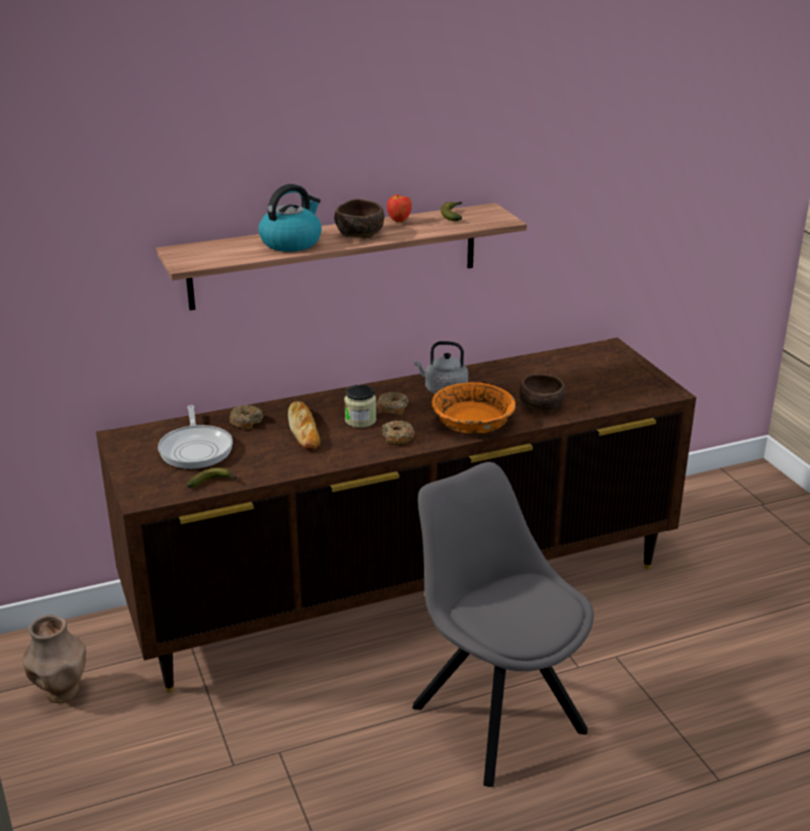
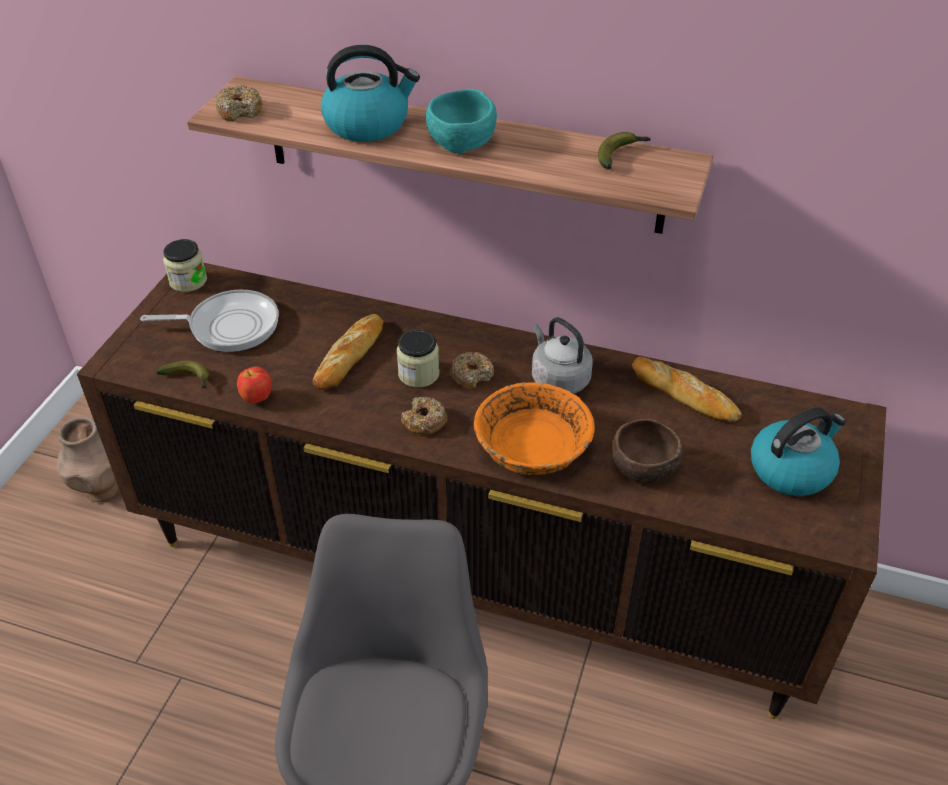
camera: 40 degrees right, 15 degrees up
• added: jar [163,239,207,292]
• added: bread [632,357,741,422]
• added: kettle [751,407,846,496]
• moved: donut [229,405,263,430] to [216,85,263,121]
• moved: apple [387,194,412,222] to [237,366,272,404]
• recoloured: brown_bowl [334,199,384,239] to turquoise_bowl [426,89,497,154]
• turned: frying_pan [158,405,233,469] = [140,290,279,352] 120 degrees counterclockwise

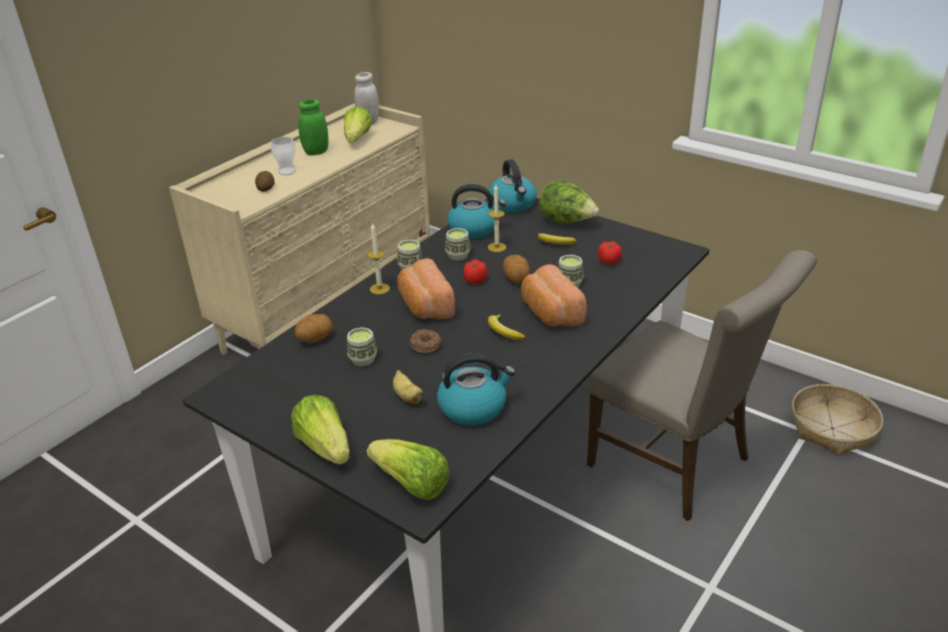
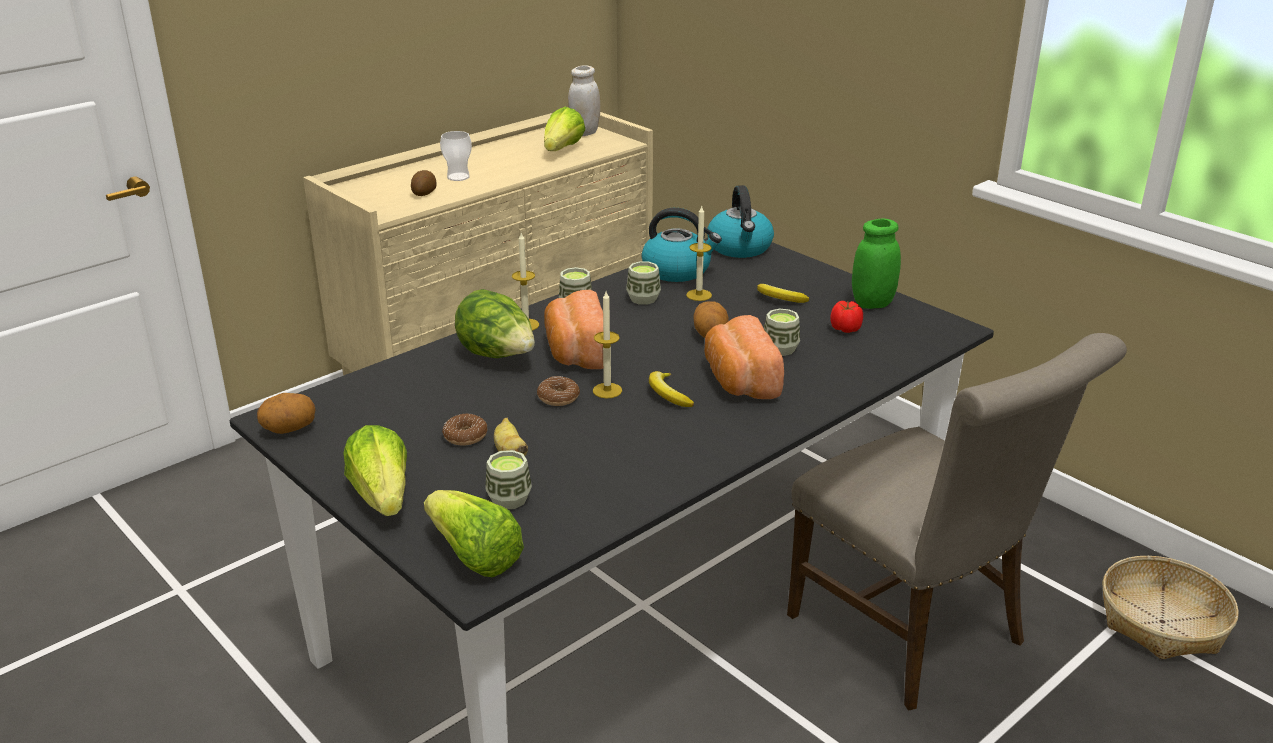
camera: 10 degrees right, 5 degrees down
• removed: kettle [437,353,515,426]
• removed: tomato [463,260,488,284]
• added: donut [442,413,487,445]
• added: candle [593,292,622,398]
• moved: potato [295,314,332,343] to [257,393,315,434]
• moved: green_jar [298,99,329,156] to [852,218,901,309]
• moved: cup [347,327,377,366] to [485,450,532,509]
• moved: lettuce [539,180,599,223] to [455,289,535,358]

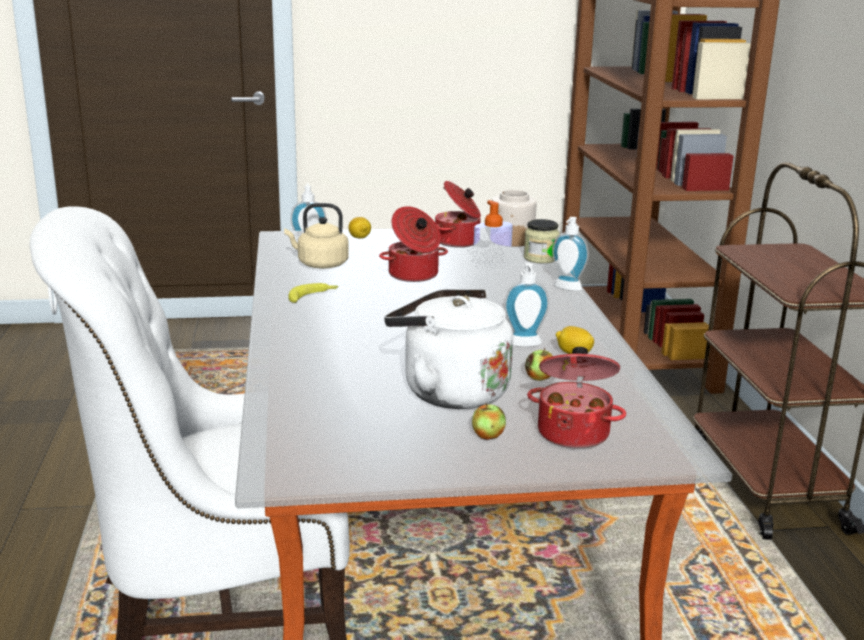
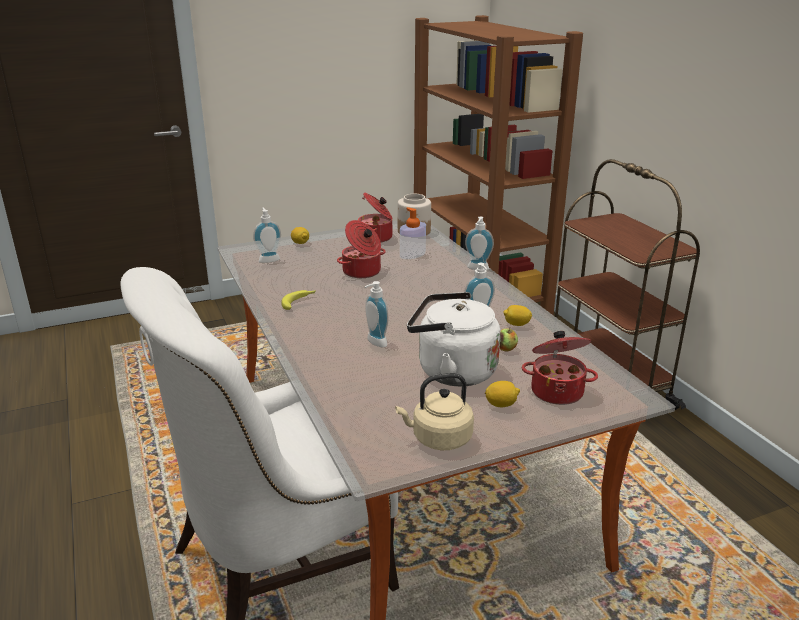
camera: 15 degrees left, 5 degrees up
• removed: jar [524,219,560,263]
• added: soap_dispenser [365,281,389,347]
• moved: beige_kettle [284,203,349,269] to [395,373,474,450]
• replaced: apple [472,403,506,440] to lemon [485,381,520,408]

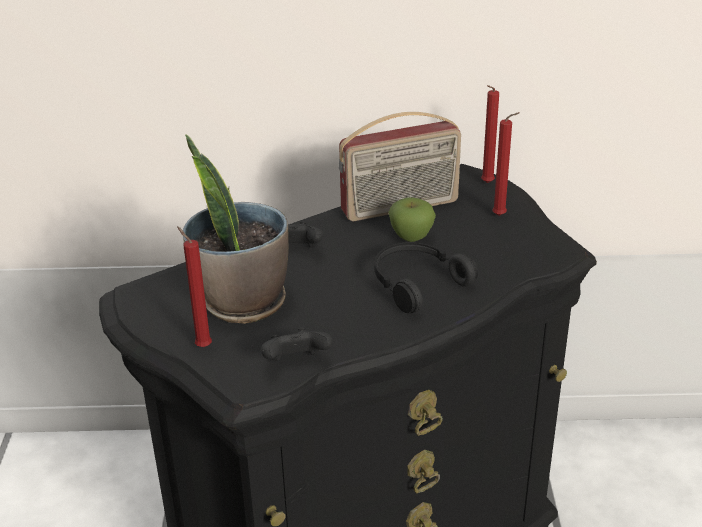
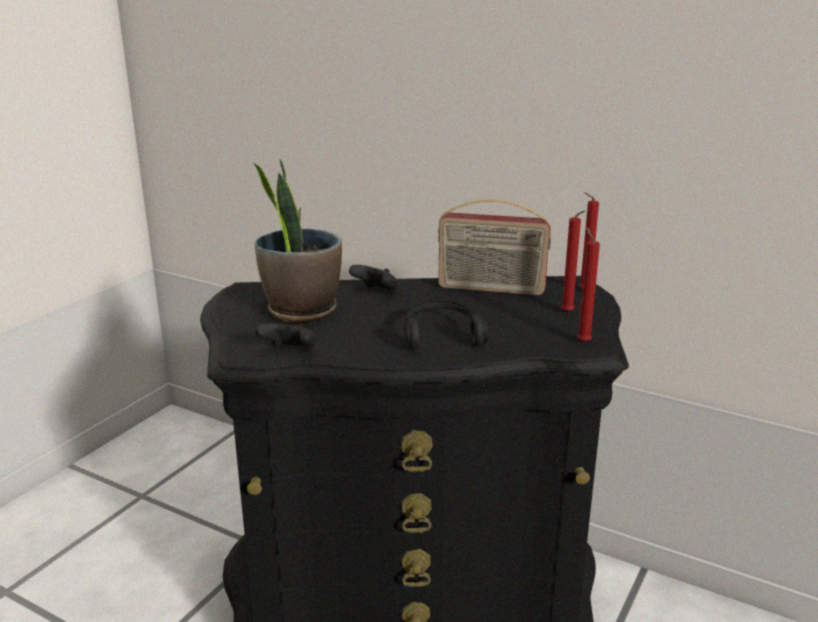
camera: 30 degrees right, 10 degrees down
• removed: apple [388,197,436,242]
• moved: red_candle [177,226,212,347] to [577,227,600,343]

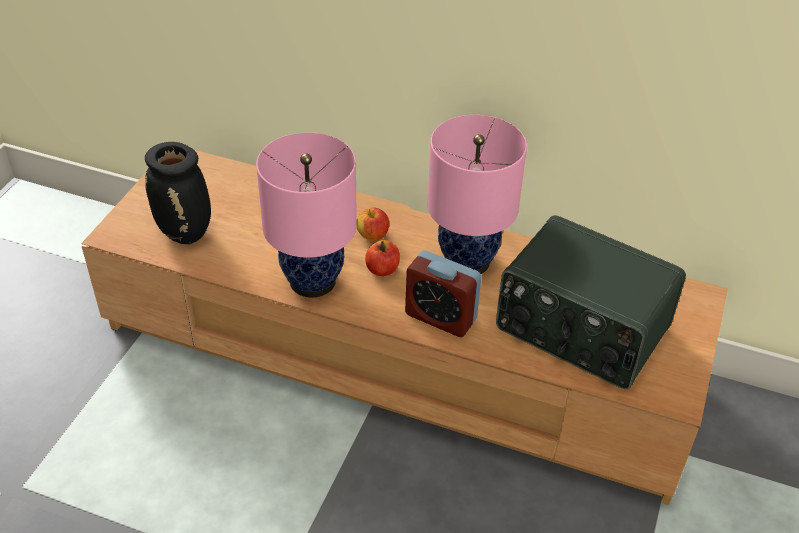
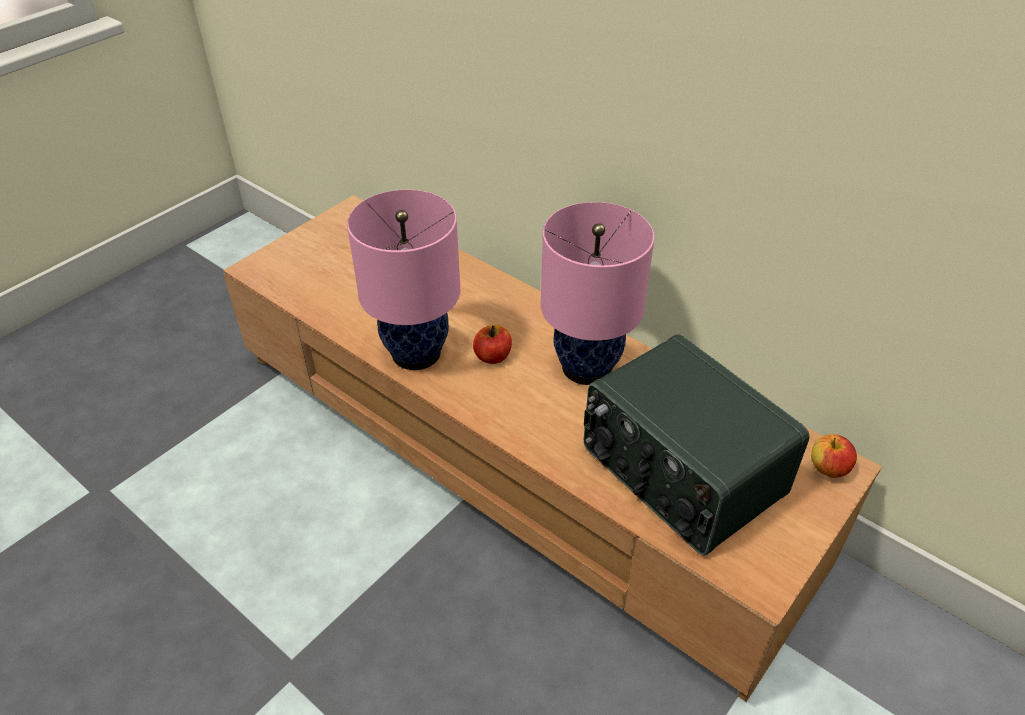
camera: 20 degrees right, 0 degrees up
• removed: black_vase [145,142,211,244]
• removed: alarm_clock [405,250,481,337]
• moved: apple [357,207,389,241] to [811,434,857,478]

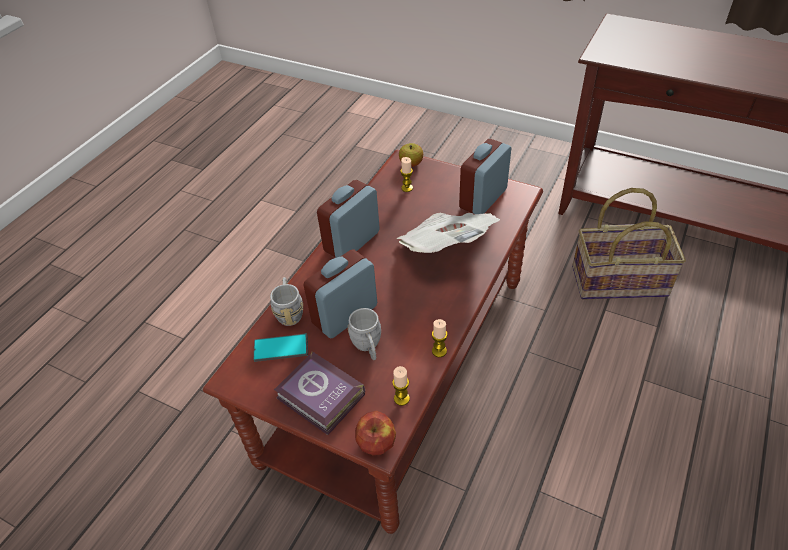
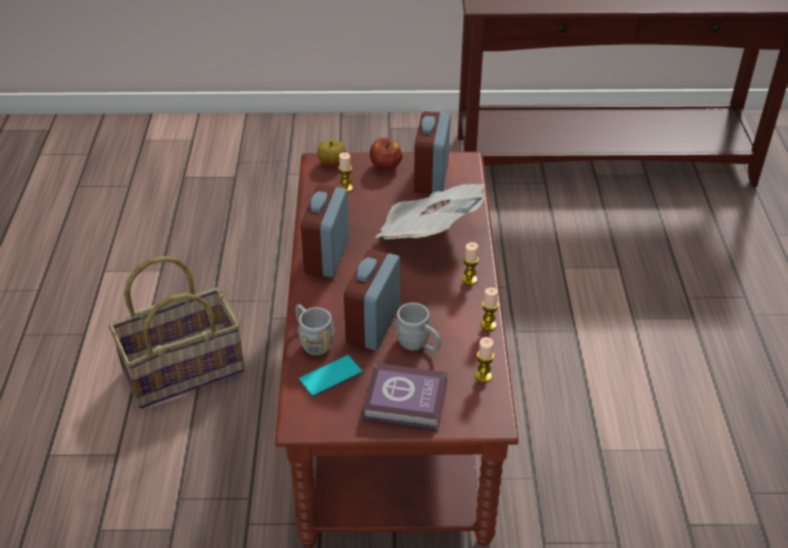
camera: 30 degrees left, 5 degrees down
• added: candle [462,242,479,285]
• moved: apple [355,411,396,456] to [370,138,402,171]
• moved: basket [572,188,686,300] to [109,256,245,409]

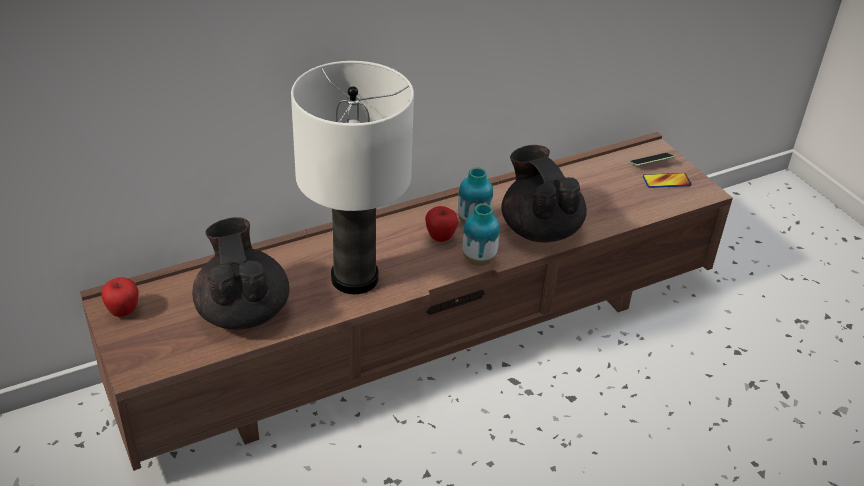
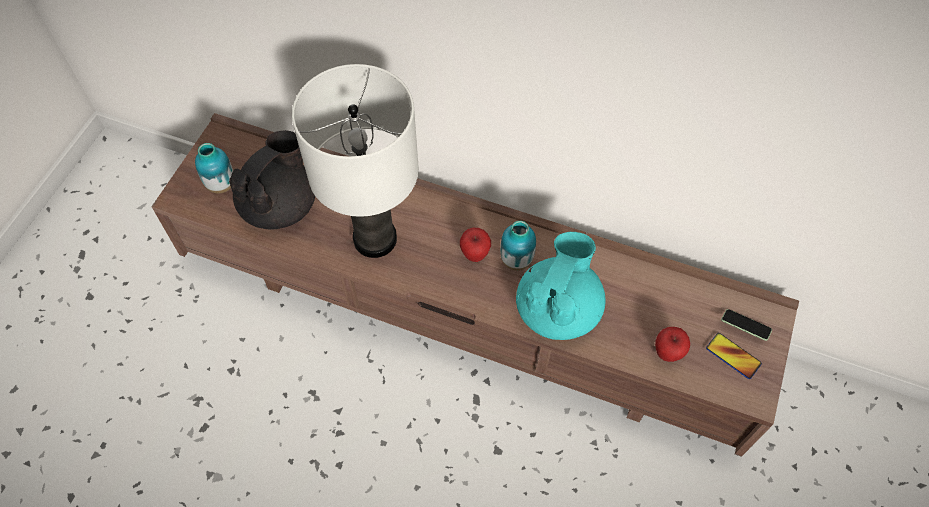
camera: 50 degrees right, 20 degrees up
• moved: apple [101,277,138,317] to [655,327,690,362]
• moved: vase [462,204,500,266] to [195,143,233,194]
• recoloured: black_teapot [501,145,587,243] to turquoise_teapot [516,232,605,340]

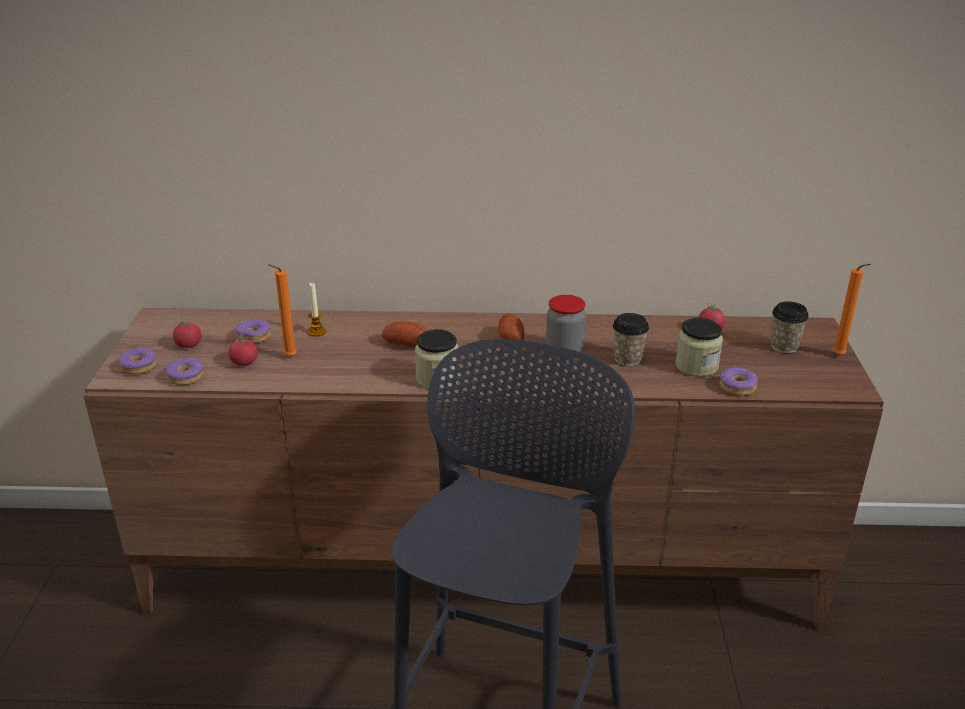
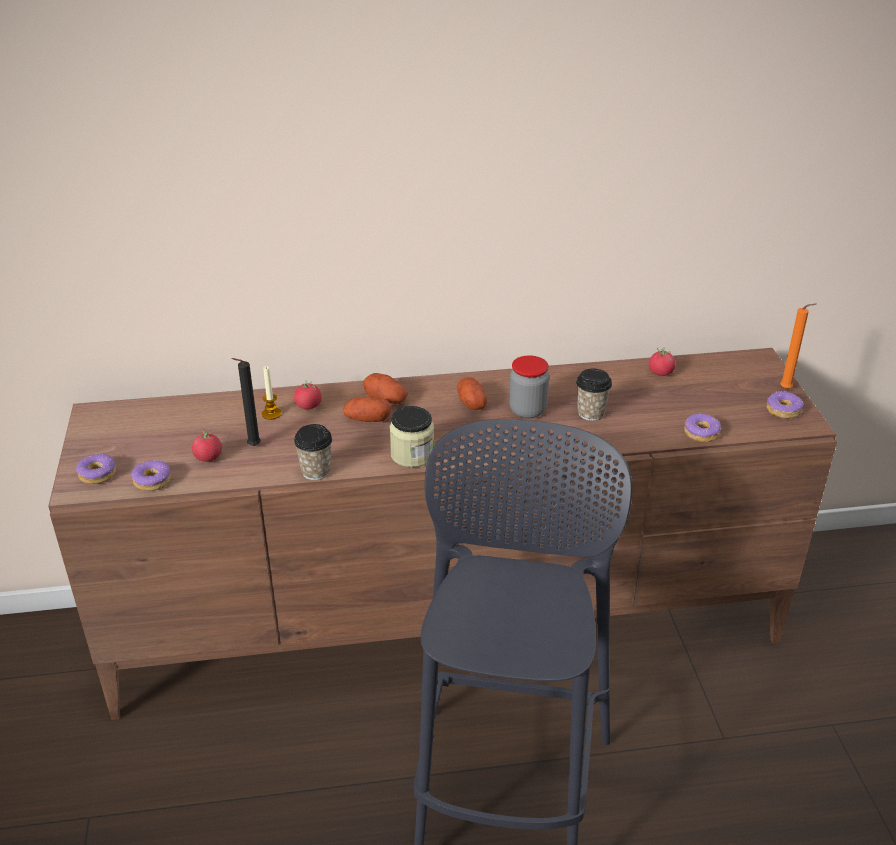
camera: 10 degrees left, 5 degrees up
• removed: jar [675,318,723,377]
• added: potato [364,373,408,404]
• moved: tomato [173,318,202,348] to [294,380,322,409]
• moved: donut [235,318,271,344] to [767,391,803,419]
• moved: cup [771,301,809,353] to [294,424,332,480]
• recoloured: orange_candle [268,264,297,357] to black_candle [232,358,261,446]

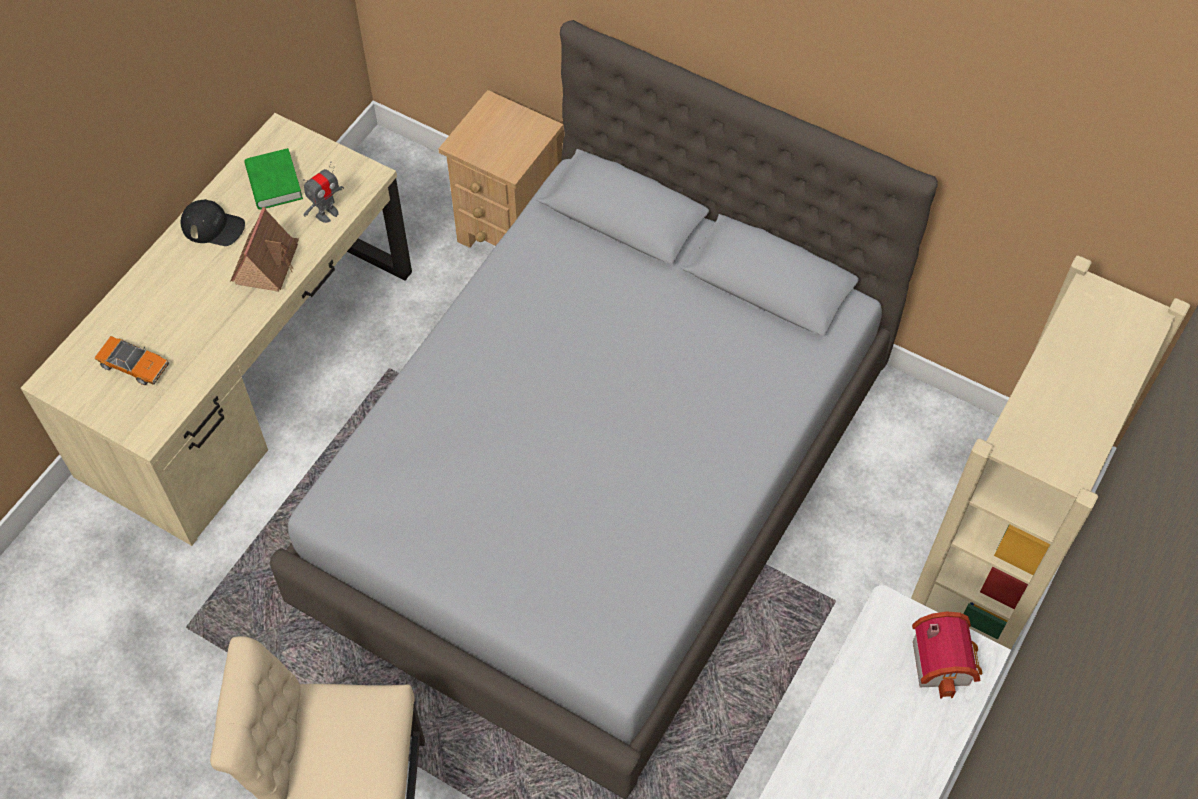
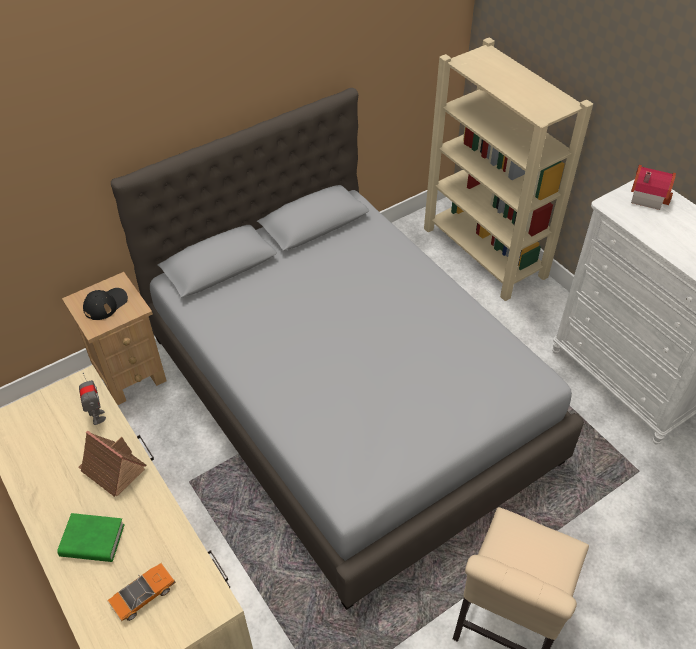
camera: 65 degrees left, 10 degrees down
• moved: black_cap [180,199,245,246] to [83,288,128,320]
• moved: green_book [244,148,303,210] to [57,513,125,562]

